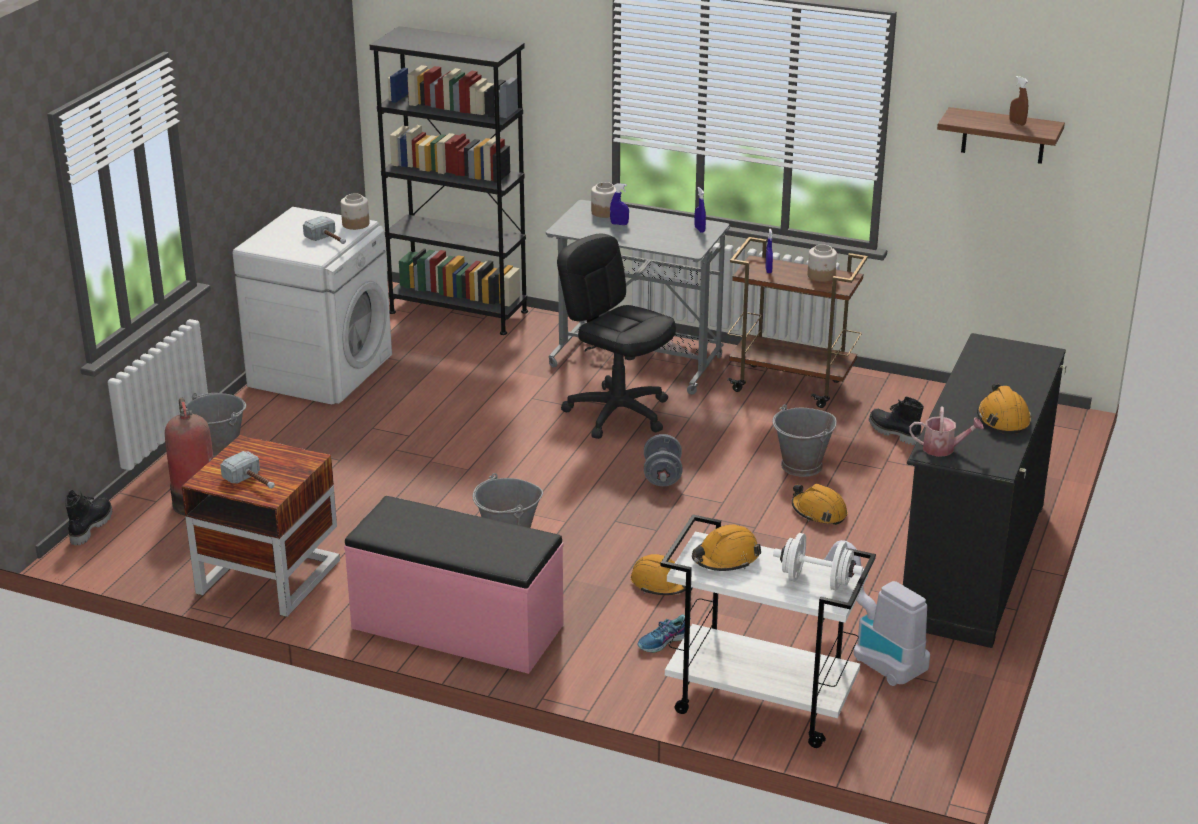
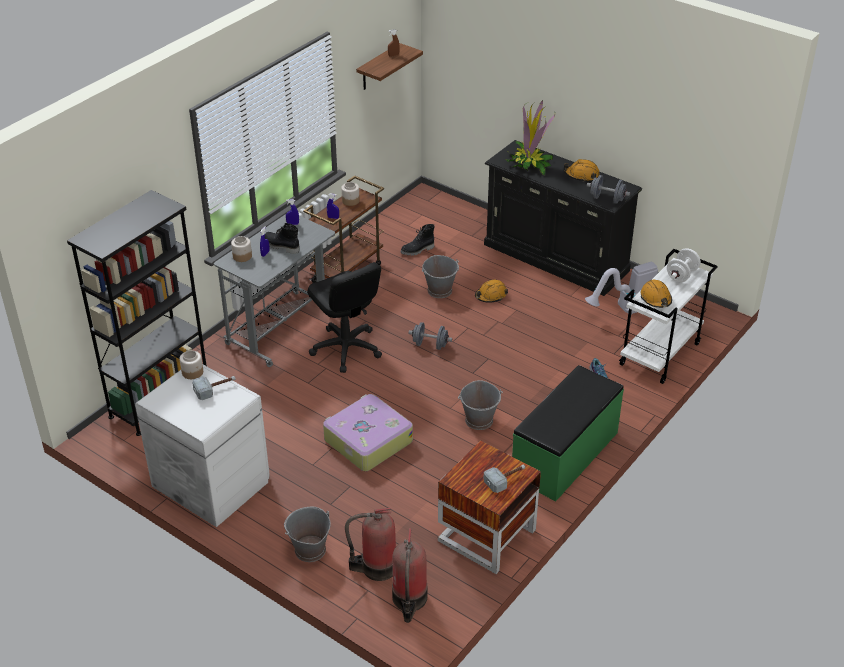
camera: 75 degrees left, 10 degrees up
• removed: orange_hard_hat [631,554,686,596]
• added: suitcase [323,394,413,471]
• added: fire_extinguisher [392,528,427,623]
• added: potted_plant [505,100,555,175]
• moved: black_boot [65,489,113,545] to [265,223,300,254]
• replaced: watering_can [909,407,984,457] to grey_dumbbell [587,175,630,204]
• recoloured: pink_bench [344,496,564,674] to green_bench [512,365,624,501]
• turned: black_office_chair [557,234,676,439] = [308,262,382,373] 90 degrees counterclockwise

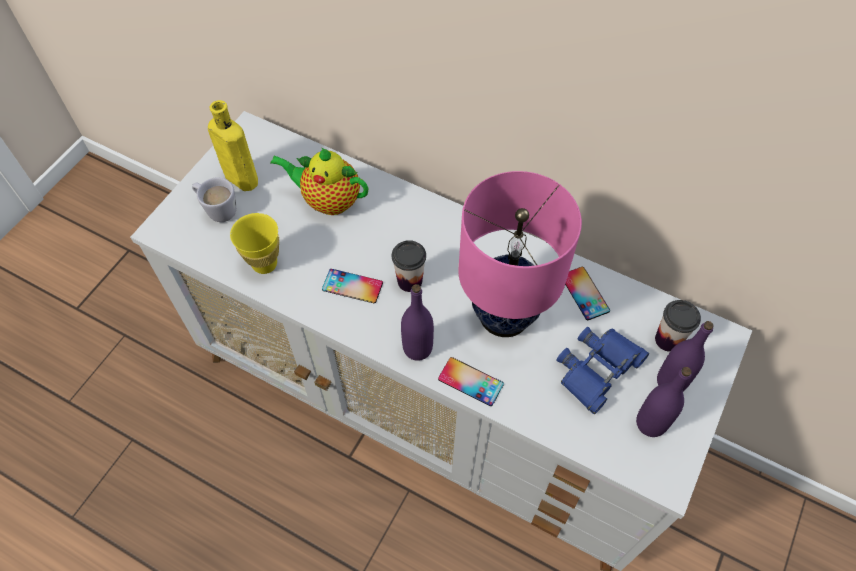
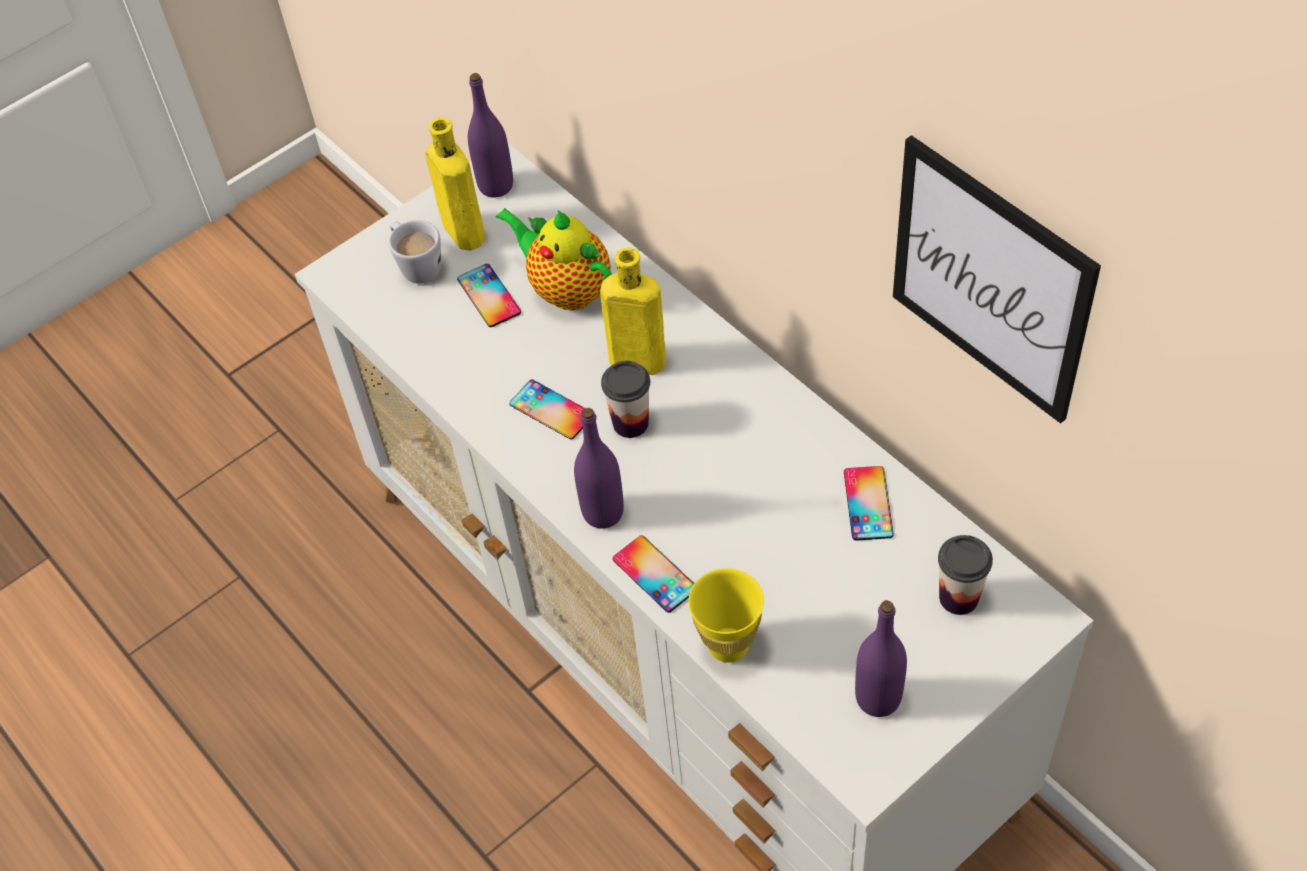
camera: 25 degrees right, 5 degrees down
• removed: pink_table_lamp [458,171,582,337]
• removed: blue_binoculars [556,327,649,414]
• added: phone [457,264,521,327]
• added: yellow_bottle [600,247,666,375]
• added: picture [893,135,1101,424]
• moved: yellow_cup [230,213,279,274] to [688,568,764,663]
• moved: purple_bottle [657,321,714,391] to [468,73,513,198]

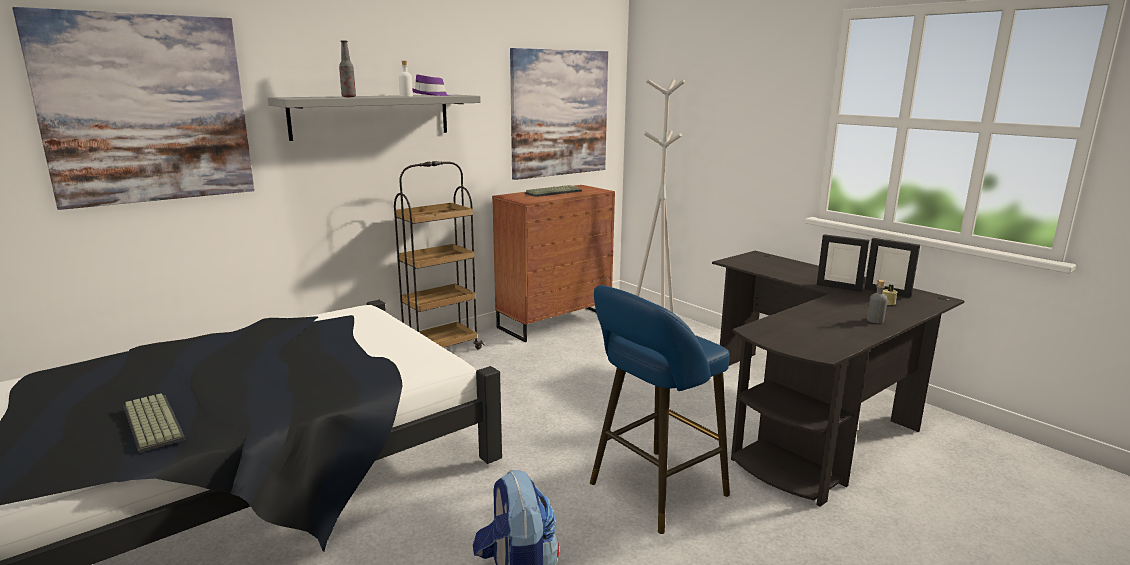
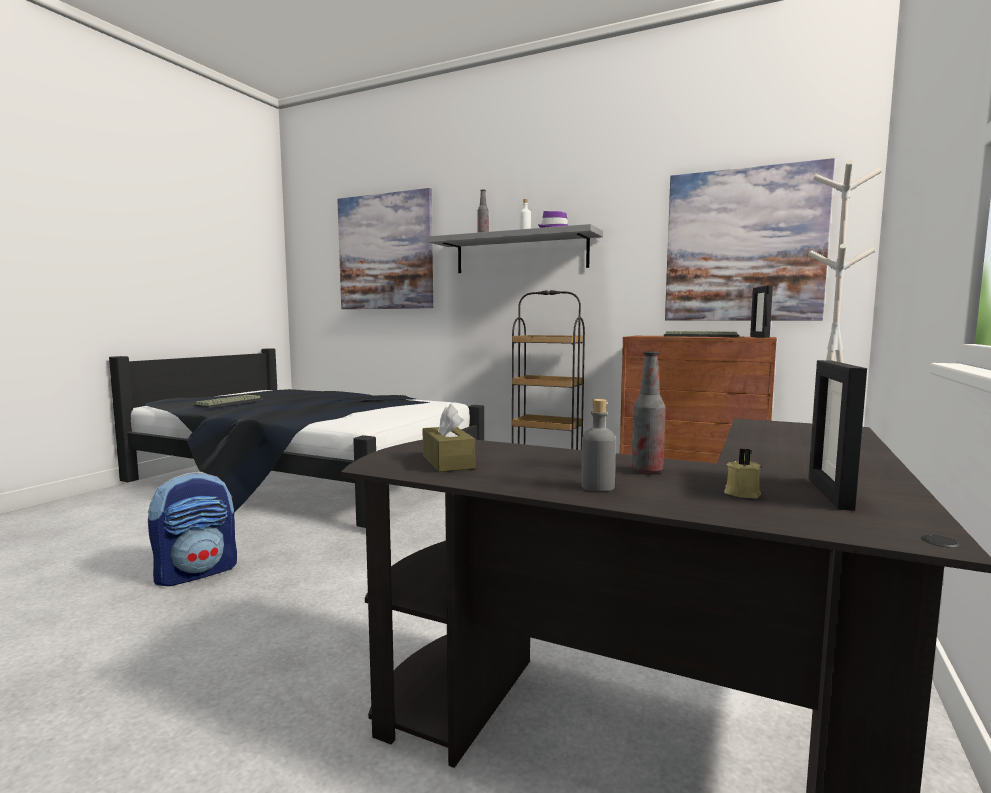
camera: 65 degrees right, 10 degrees down
• removed: blue_stool [590,285,730,534]
• added: brown_tissue_box [423,404,475,472]
• added: bottle [631,351,665,474]
• moved: picture_frame [817,234,869,292] to [750,286,773,338]

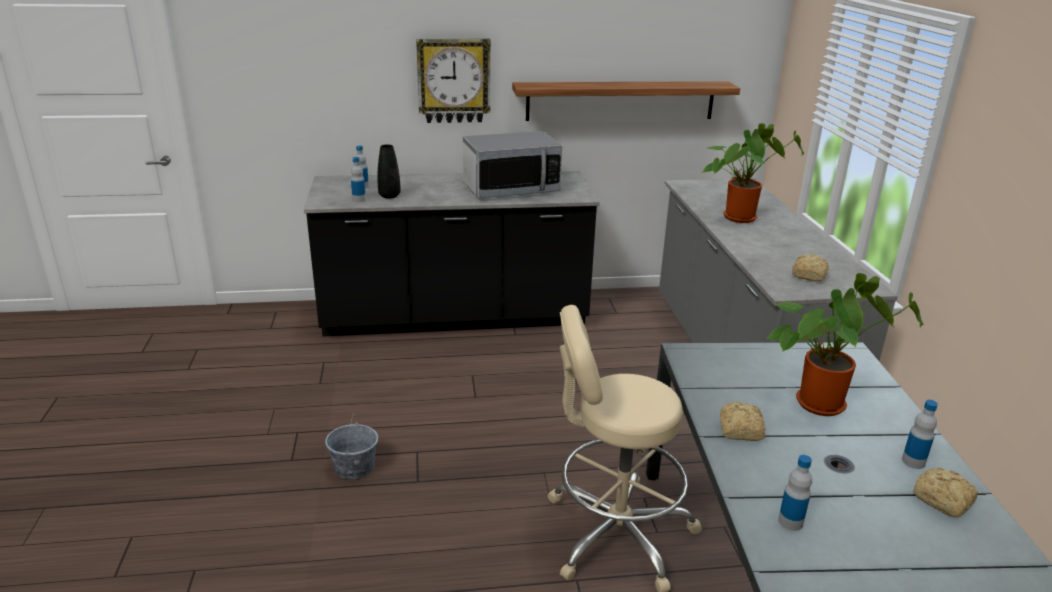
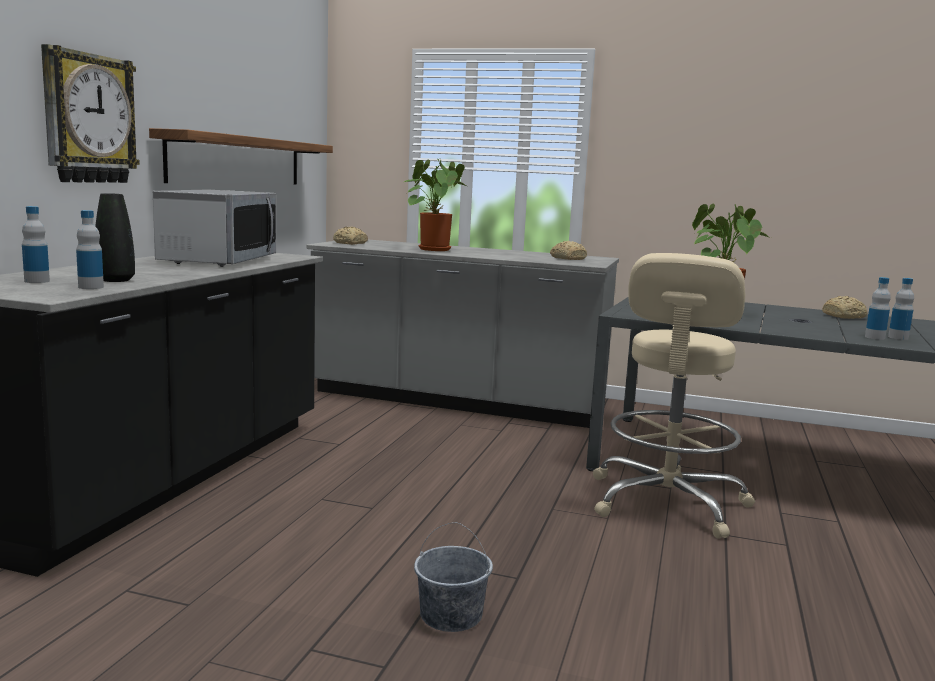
camera: 65 degrees left, 15 degrees down
• moved: bread [720,402,766,441] to [333,226,368,245]
• moved: bottle [902,400,938,469] to [888,278,914,340]

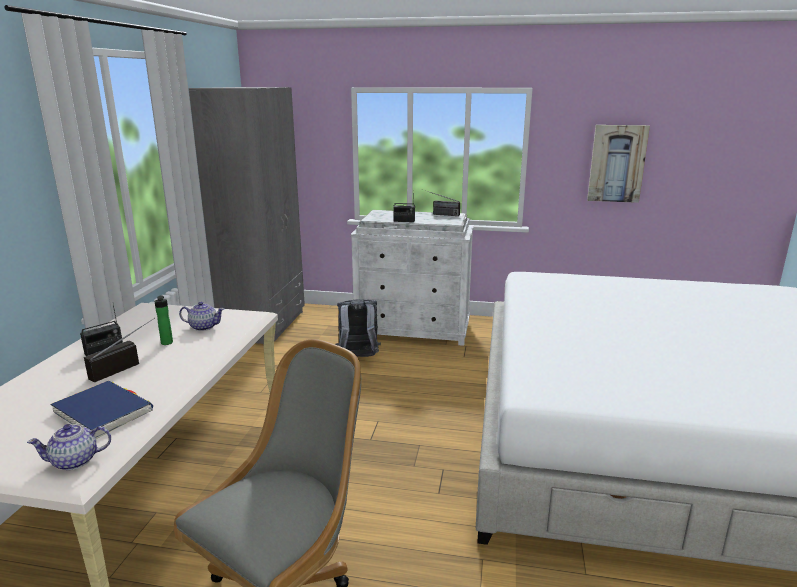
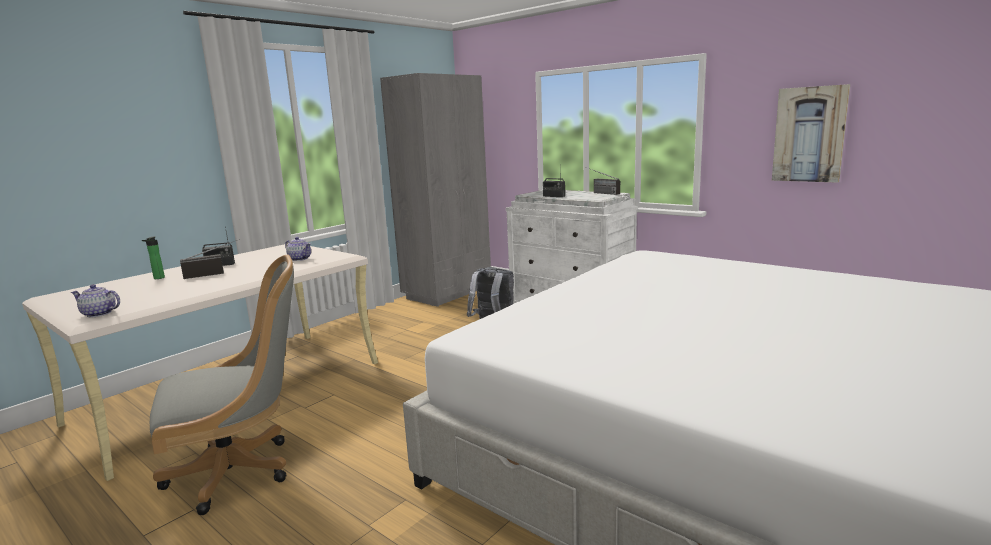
camera: 30 degrees right, 5 degrees down
• removed: blue_book [50,381,153,439]
• moved: bottle [154,295,173,345] to [142,236,165,279]

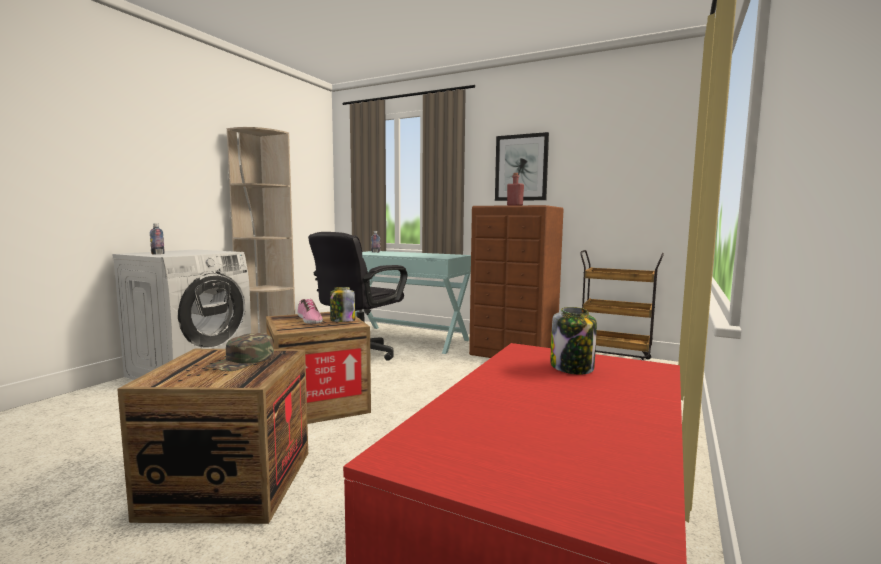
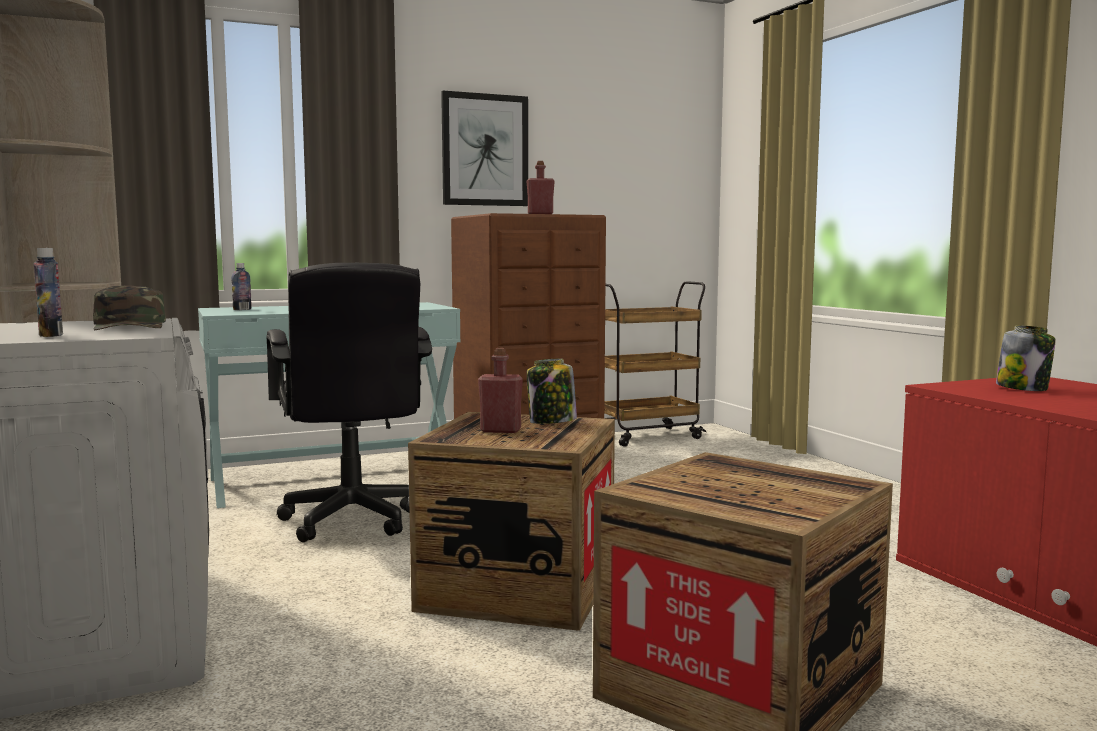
camera: 50 degrees left, 0 degrees up
• moved: green_cap [206,333,274,371] to [93,285,166,330]
• replaced: shoe [297,299,323,324] to red_bottle [478,348,523,433]

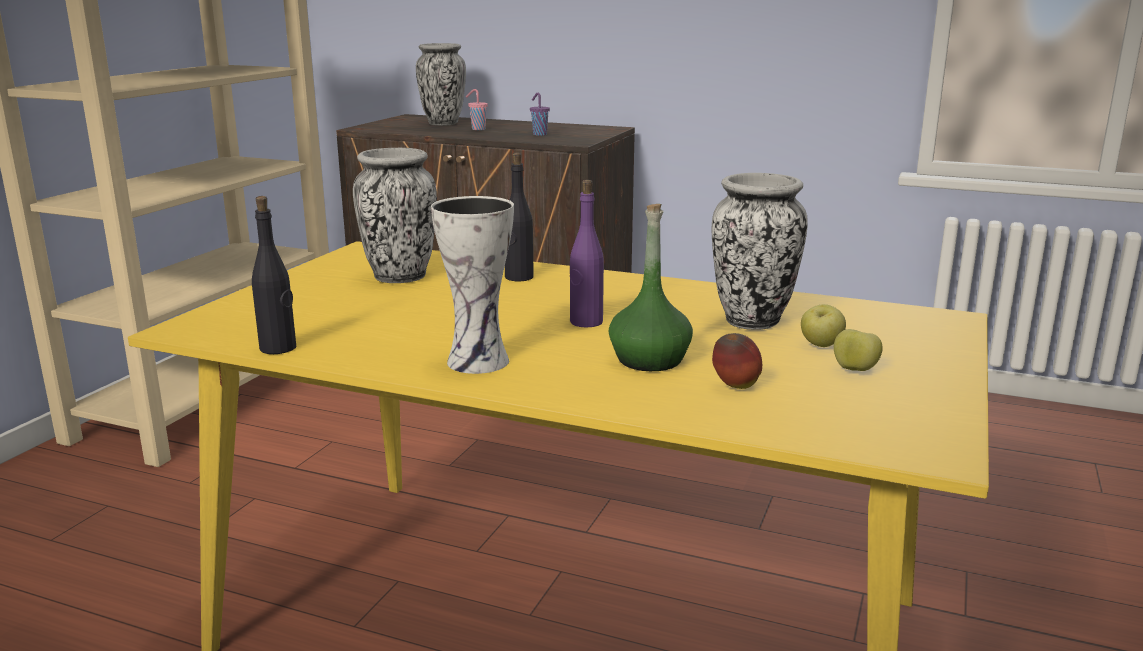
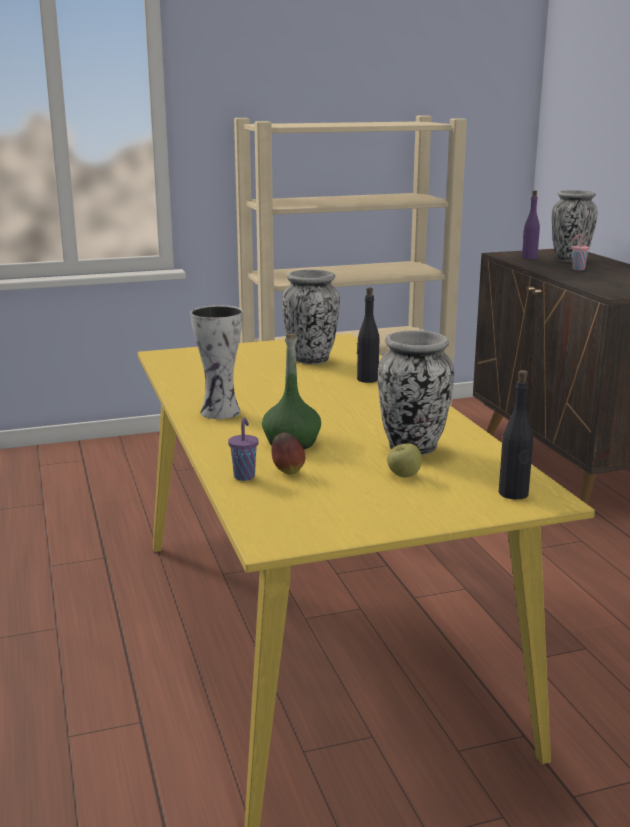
camera: 50 degrees right, 0 degrees up
• removed: apple [834,329,883,371]
• moved: black_bottle [252,196,296,354] to [499,370,533,499]
• moved: purple_cup [530,93,550,136] to [228,417,259,481]
• moved: purple_bottle [570,180,604,327] to [522,191,540,259]

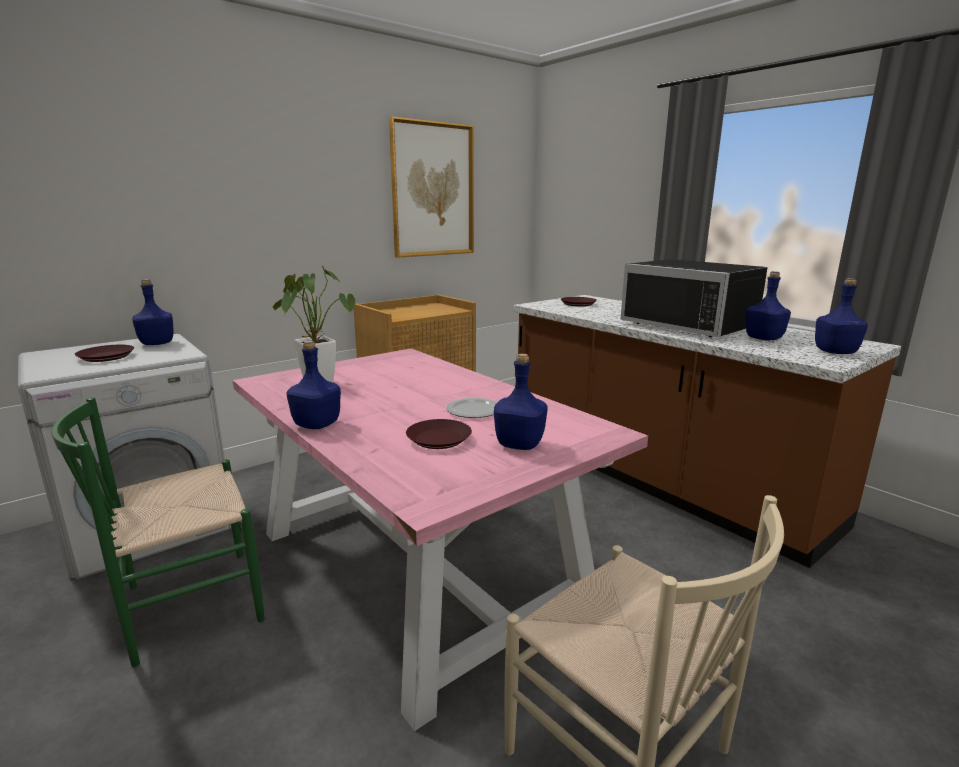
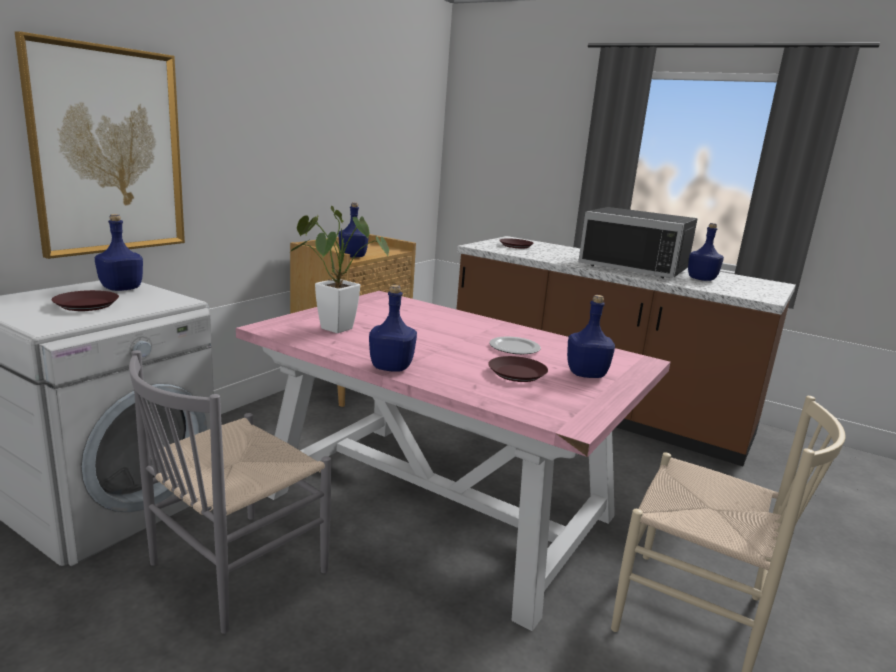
camera: 20 degrees left, 0 degrees up
• moved: picture [389,117,474,258] to [15,31,185,259]
• moved: blue_bottle [815,278,868,354] to [339,202,369,257]
• recoloured: green_chair [51,397,265,667] to grey_chair [129,350,331,634]

